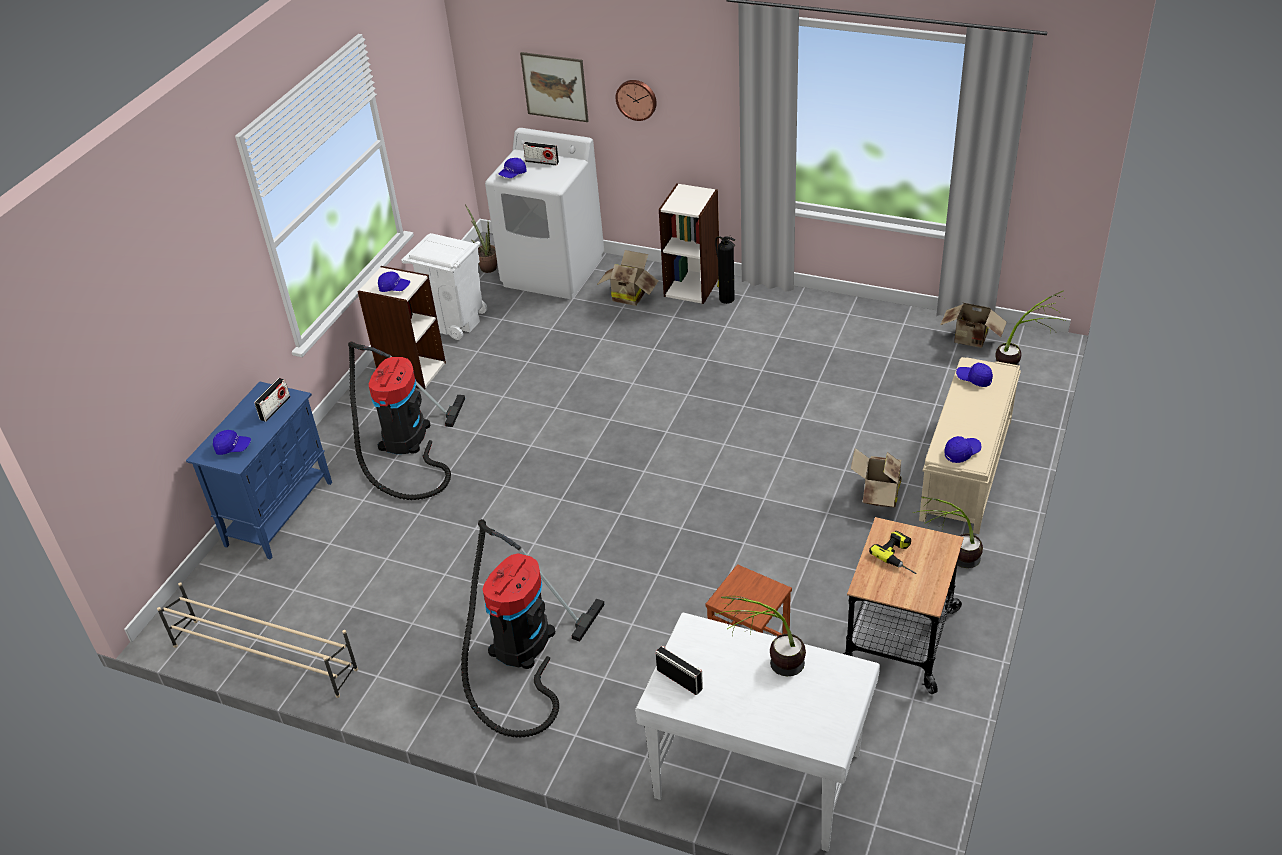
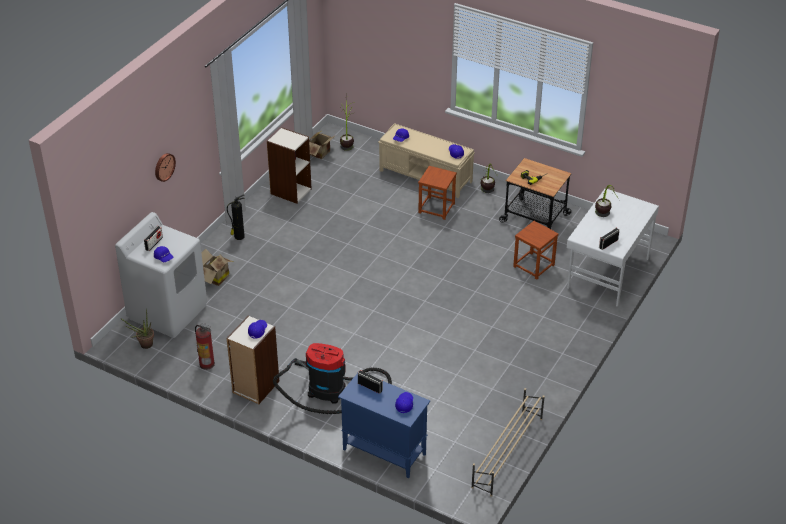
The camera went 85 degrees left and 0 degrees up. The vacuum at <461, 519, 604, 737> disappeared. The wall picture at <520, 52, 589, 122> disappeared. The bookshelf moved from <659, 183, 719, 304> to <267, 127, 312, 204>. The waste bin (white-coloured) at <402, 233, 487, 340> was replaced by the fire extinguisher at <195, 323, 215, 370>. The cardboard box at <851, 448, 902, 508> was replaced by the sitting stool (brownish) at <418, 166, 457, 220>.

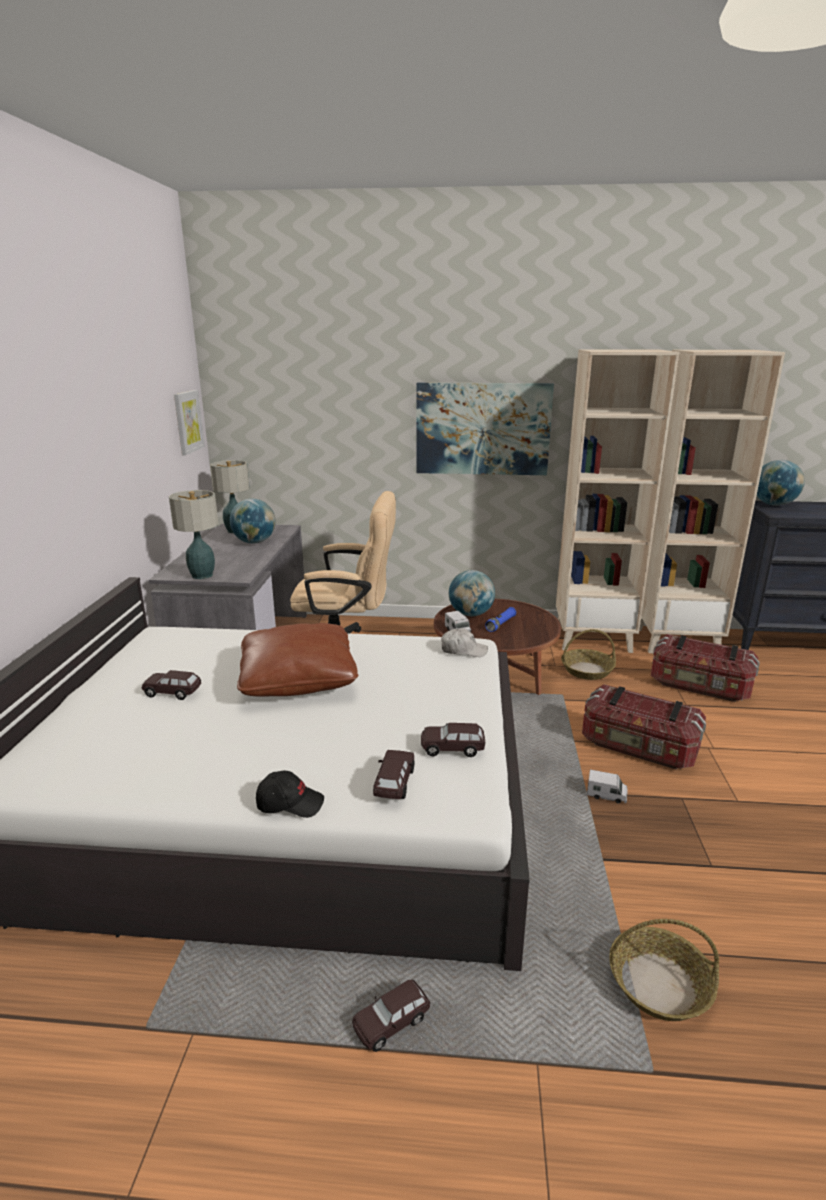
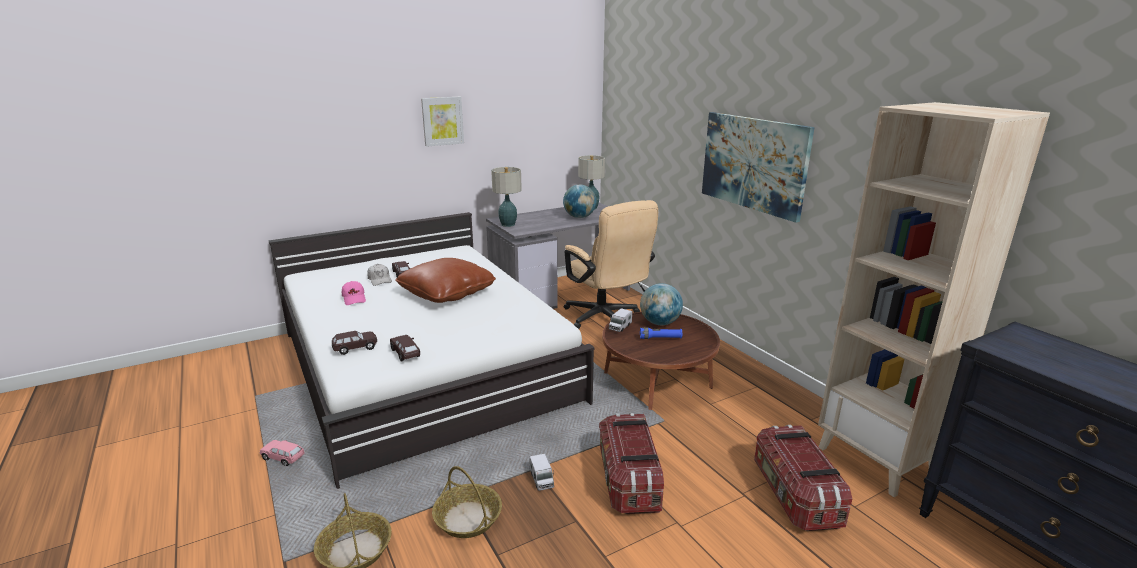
The camera went 55 degrees right and 0 degrees up. The baseball cap (blackish) at <256, 771, 324, 818> disappeared. The bookshelf (beige) at <556, 349, 679, 653> disappeared. The globe at <757, 460, 805, 506> disappeared. The baseball cap (pink-coloured) at <342, 281, 366, 305> appeared. The wall picture moved from <174, 390, 205, 455> to <421, 97, 464, 147>. The baseball cap (white-coloured) moved from <441, 628, 488, 657> to <367, 264, 392, 286>. The basket moved from <561, 629, 616, 680> to <432, 466, 502, 538>. The miniature car (brownish) at <352, 980, 430, 1052> became the miniature car (pink-coloured) at <260, 440, 305, 466>.

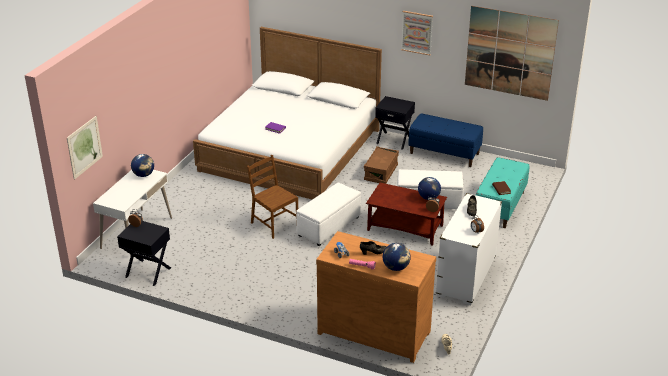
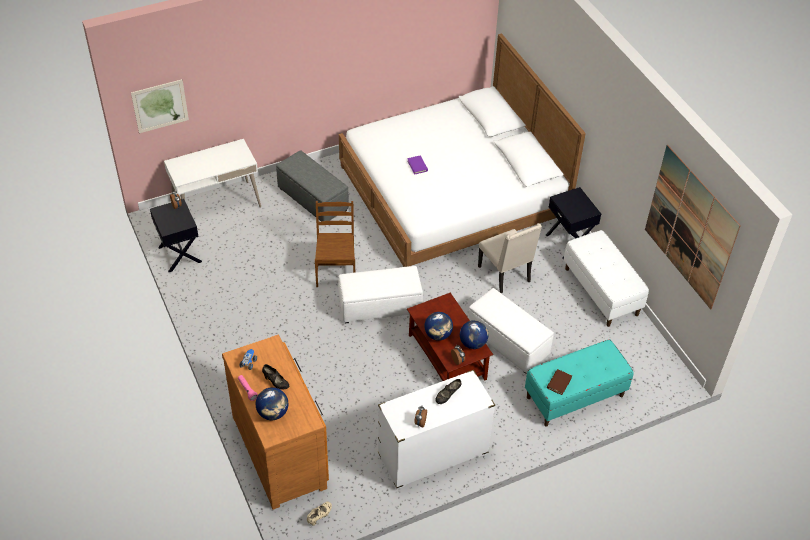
The camera went 40 degrees right and 15 degrees up. The wall picture at <401, 11, 433, 55> disappeared. The footrest (greyish) at <276, 150, 349, 222> appeared. The globe moved from <131, 154, 154, 177> to <424, 312, 453, 341>. The storage container (brownish) at <364, 146, 399, 184> was replaced by the upright chair (beige) at <478, 223, 542, 293>. The bench (blue) at <408, 114, 483, 167> became the bench (white-coloured) at <564, 230, 649, 327>.

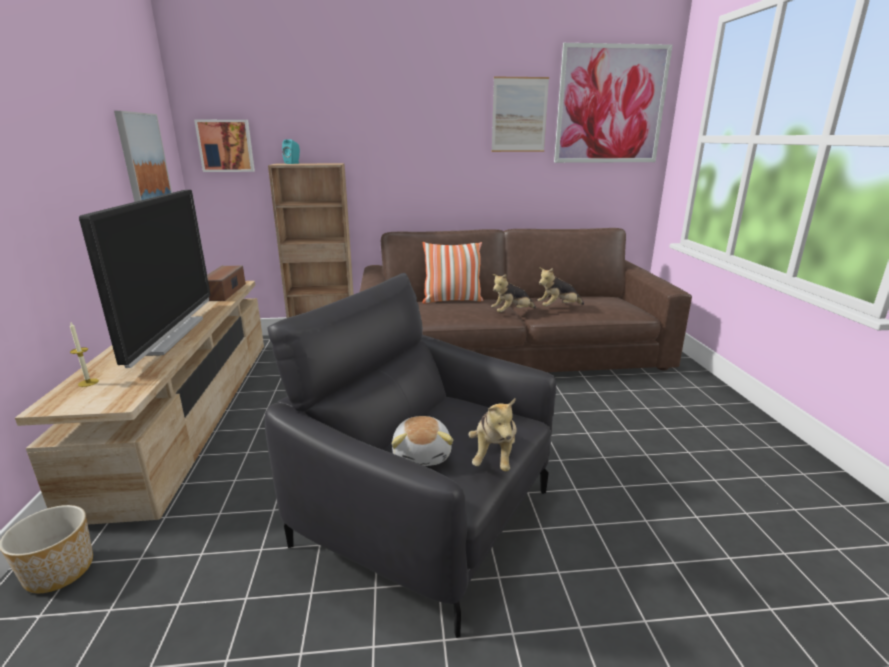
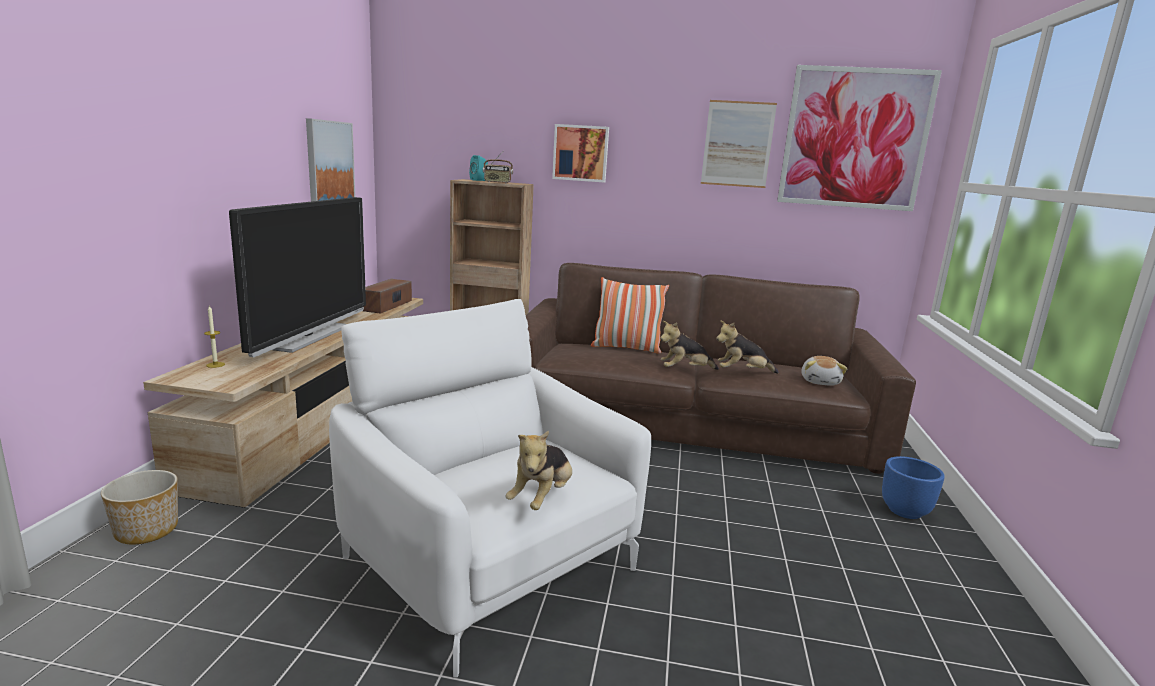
The camera went 15 degrees right and 5 degrees down. The radio set at <483, 151, 513, 183> appeared. The flower pot (blue) at <882, 456, 945, 519> appeared. The wall picture moved from <194, 120, 255, 172> to <552, 124, 609, 183>. The soft toy moved from <392, 416, 454, 466> to <802, 356, 847, 386>. The lounge chair (blackish) at <265, 273, 556, 638> became the lounge chair (white-coloured) at <329, 299, 651, 677>.

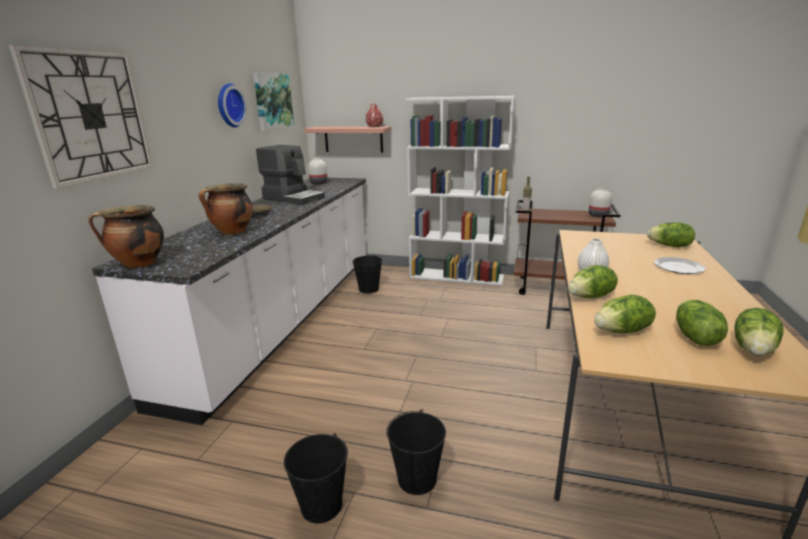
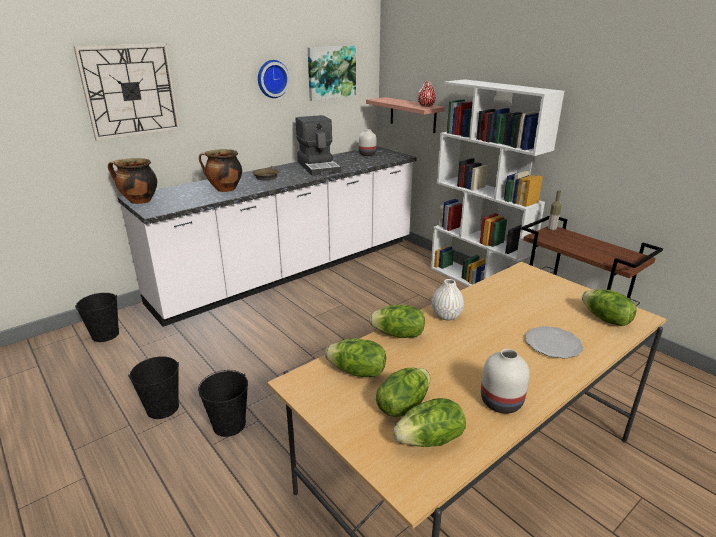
The camera went 35 degrees right and 5 degrees up. The bucket (blackish) moved from <353, 254, 382, 293> to <75, 293, 119, 342>. The decorative vase (white-coloured) moved from <589, 187, 612, 218> to <481, 349, 530, 414>.

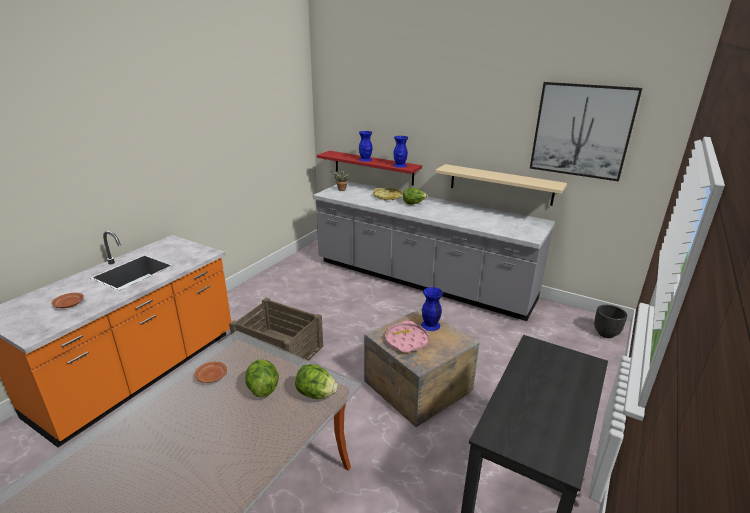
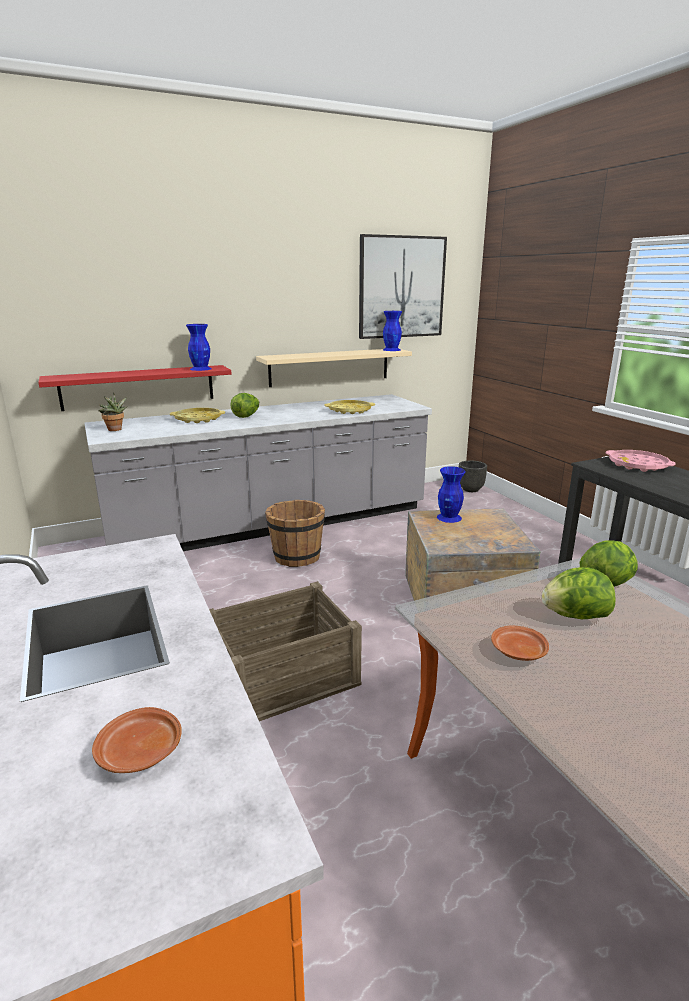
The camera went 55 degrees left and 5 degrees down. The bucket (brownish) at <265, 500, 325, 567> appeared. The carrying tray (yellow) at <324, 400, 375, 414> appeared. The decorative vase (blue) moved from <359, 131, 373, 162> to <383, 311, 402, 351>. The carrying tray (pink-coloured) moved from <385, 321, 429, 352> to <606, 450, 676, 472>.

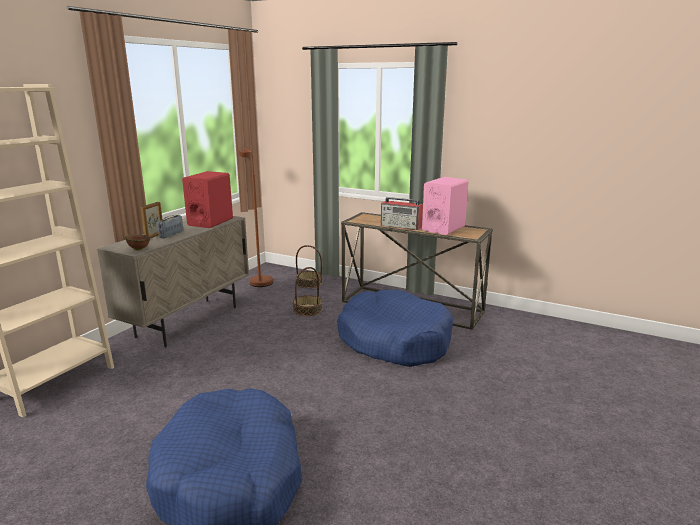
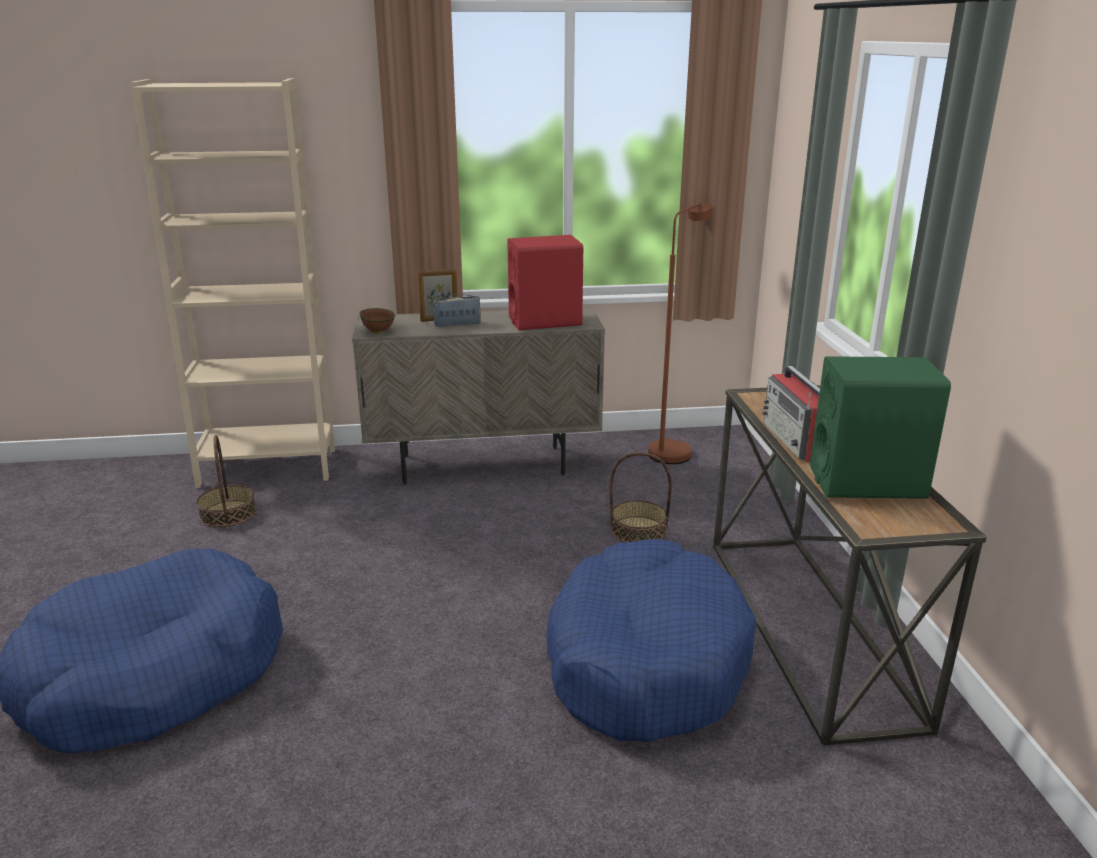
The camera went 55 degrees right and 5 degrees up. The basket moved from <296, 245, 322, 288> to <196, 435, 256, 528>. The loudspeaker (pink-coloured) at <422, 177, 468, 235> became the loudspeaker (green) at <810, 356, 951, 499>.

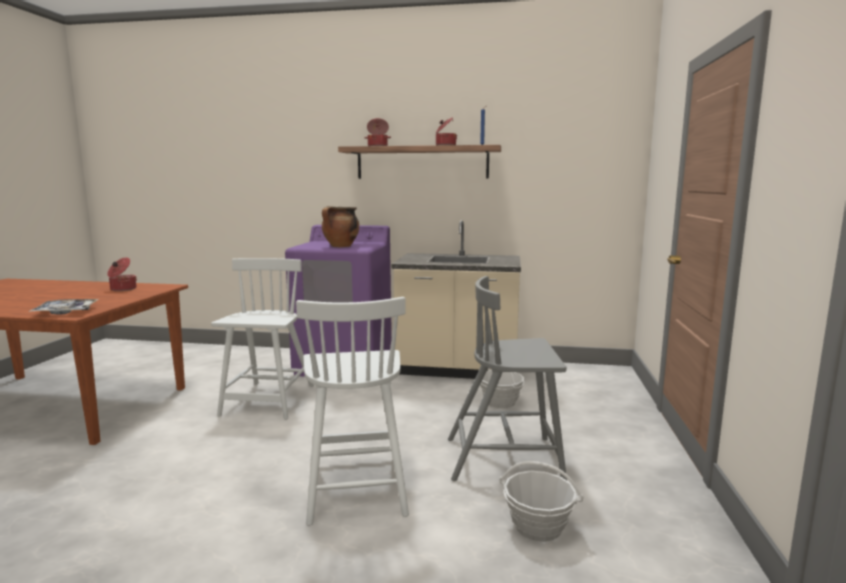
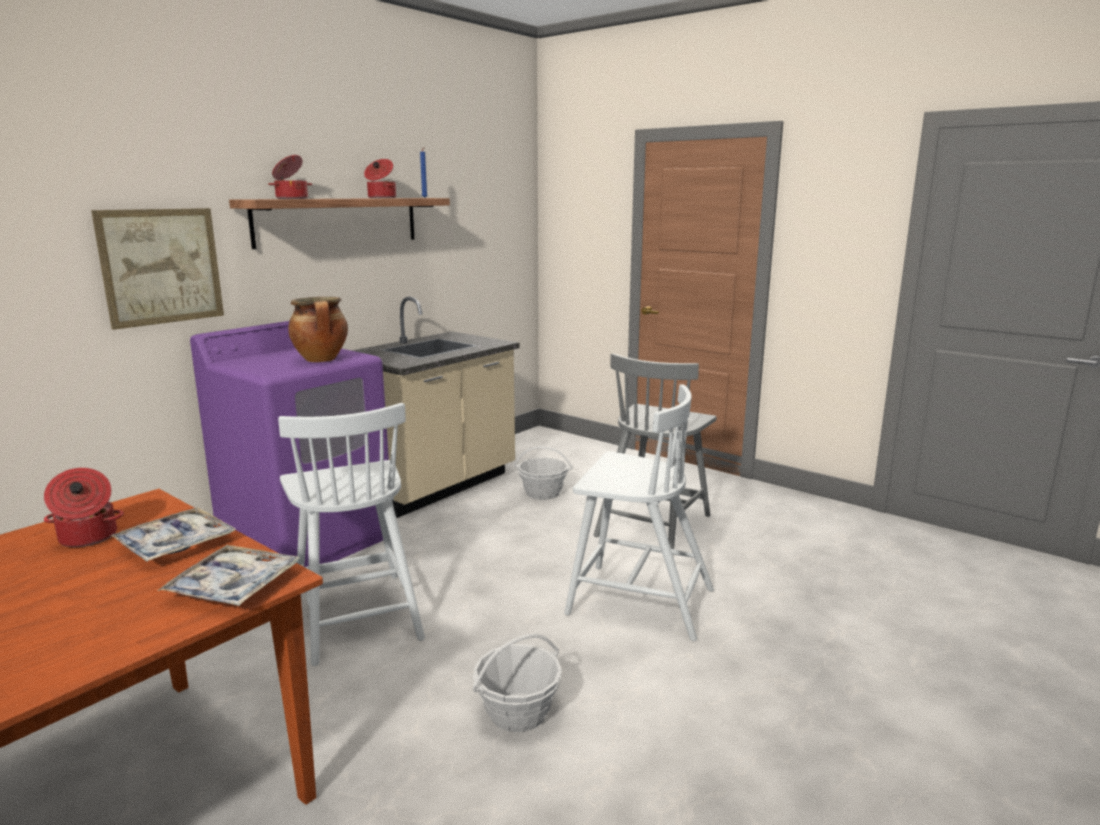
The camera went 60 degrees left and 5 degrees up. The wall picture at <91, 208, 224, 330> appeared. The carrying tray at <111, 507, 235, 562> appeared. The basket moved from <499, 461, 584, 542> to <473, 633, 562, 732>. The upright chair (white-coloured) at <211, 258, 314, 420> turned 150 degrees counterclockwise.

